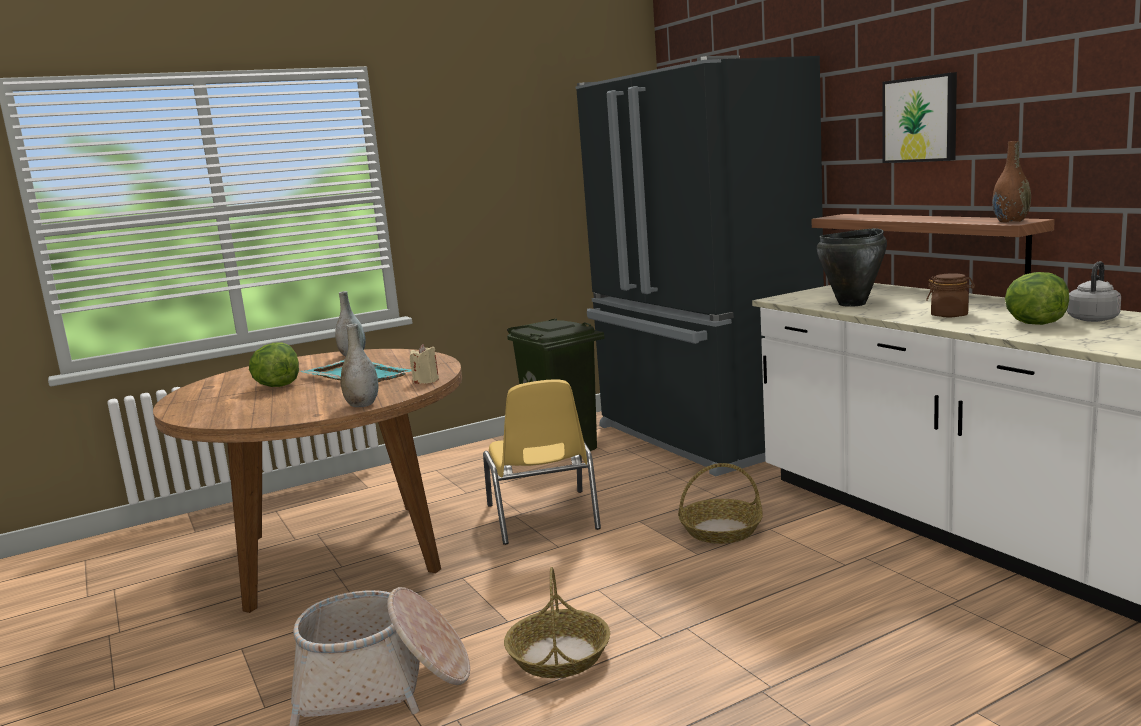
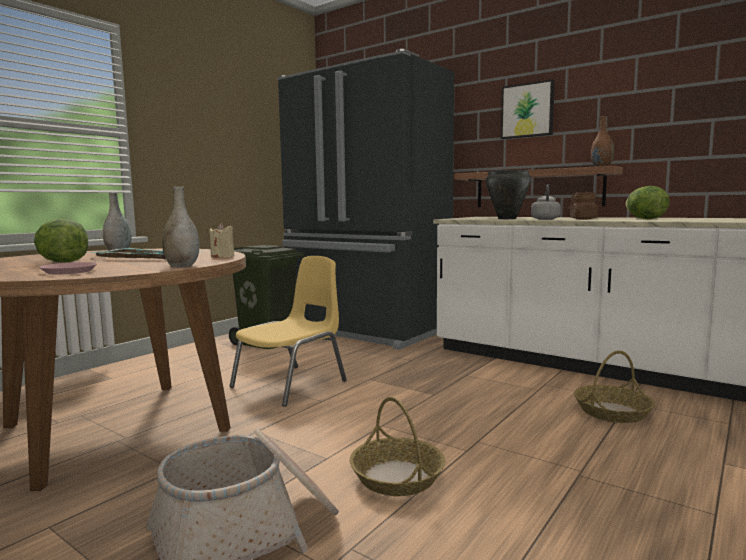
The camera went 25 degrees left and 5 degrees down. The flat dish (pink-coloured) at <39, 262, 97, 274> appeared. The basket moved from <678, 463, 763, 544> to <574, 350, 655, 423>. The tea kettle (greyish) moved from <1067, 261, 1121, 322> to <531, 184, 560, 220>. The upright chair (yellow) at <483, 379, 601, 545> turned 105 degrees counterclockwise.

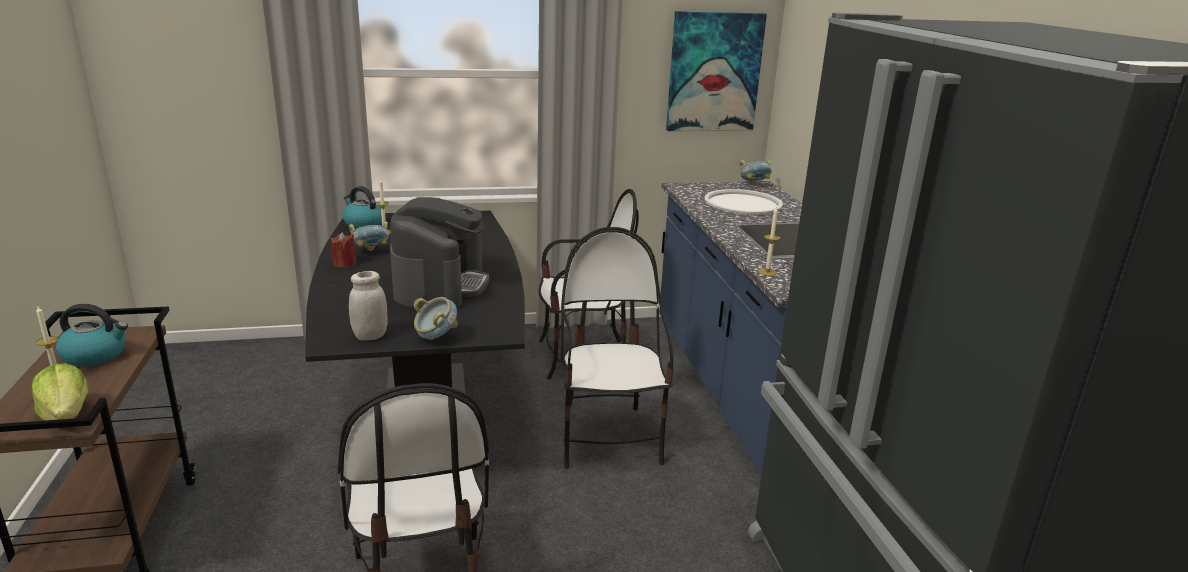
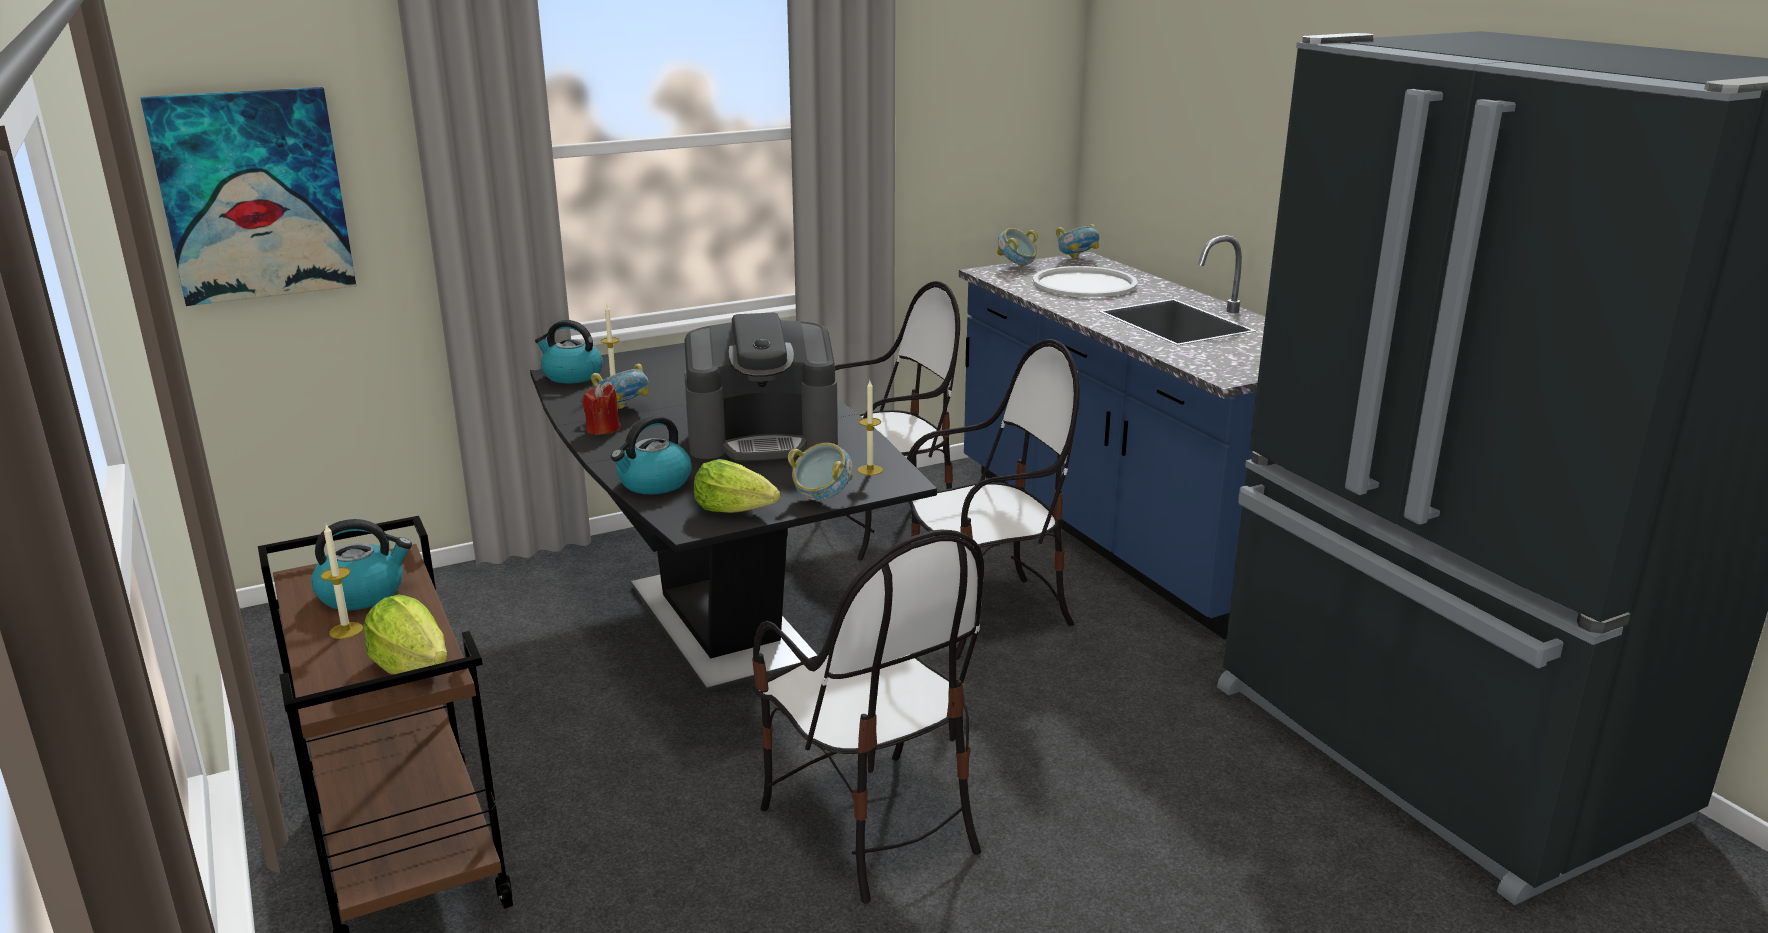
The camera went 15 degrees left and 0 degrees up. The tea kettle at <611, 415, 691, 494> appeared. The bowl at <997, 228, 1038, 268> appeared. The wall picture moved from <666, 11, 767, 131> to <140, 87, 356, 306>. The wax light moved from <758, 206, 780, 276> to <857, 381, 883, 476>. The jar (white-coloured) at <349, 271, 387, 341> was replaced by the head of lettuce at <694, 459, 780, 513>. The coffee machine at <390, 197, 489, 308> turned 90 degrees clockwise. The upright chair at <561, 227, 674, 469> turned 90 degrees clockwise.

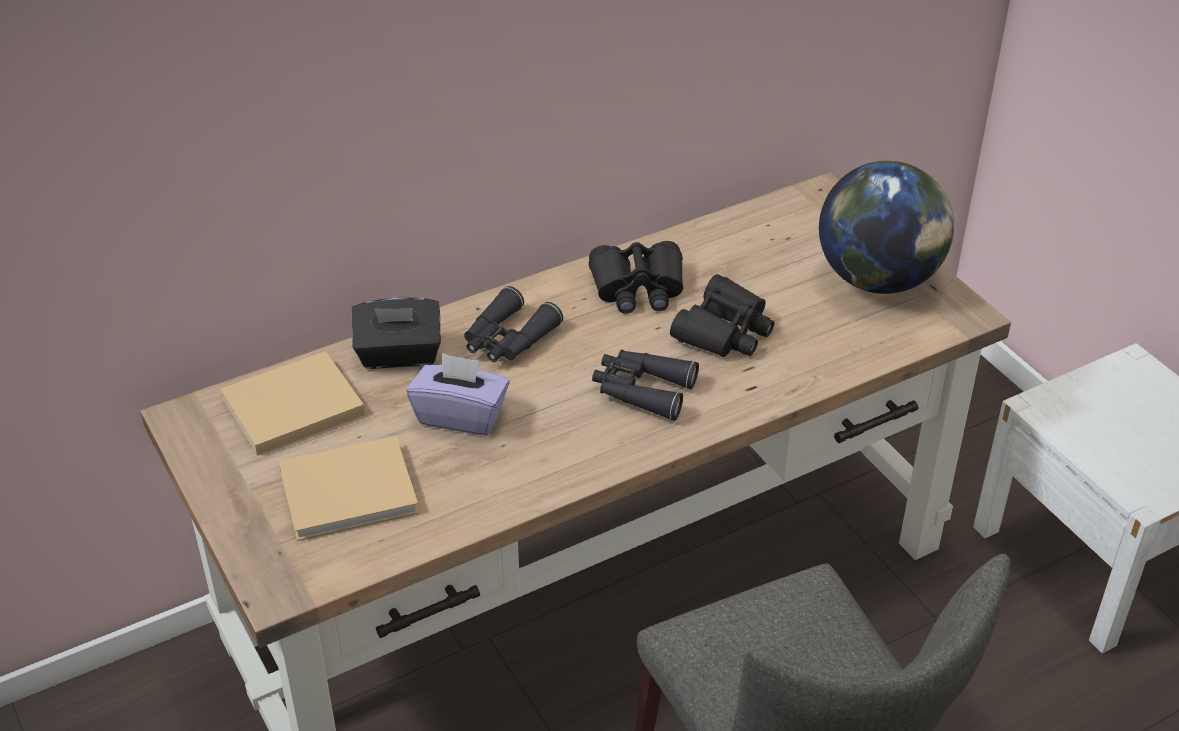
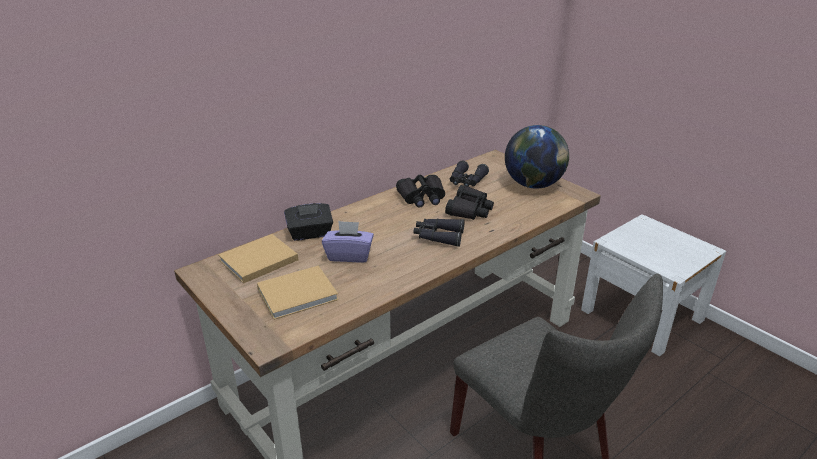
The camera went 10 degrees left and 10 degrees down. The binoculars (blackish) moved from <464, 286, 563, 362> to <450, 160, 489, 186>.

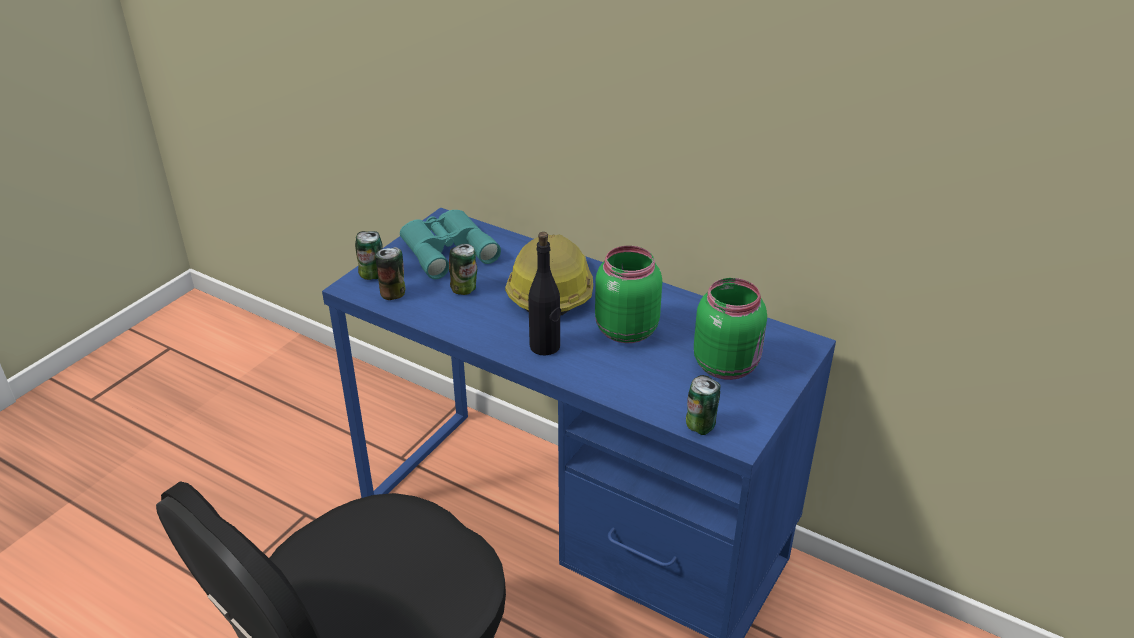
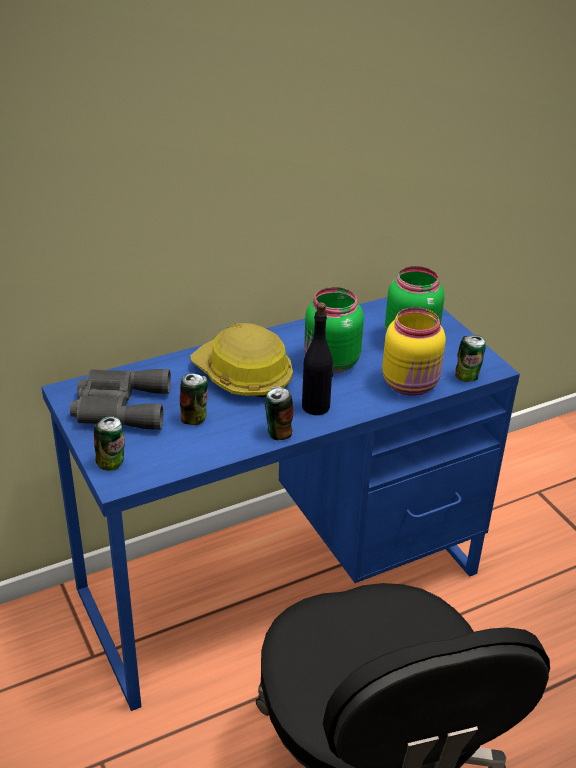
The camera went 60 degrees left and 0 degrees up. The jar (yellow) at <382, 307, 446, 395> appeared. The sealed can moved from <375, 247, 405, 300> to <265, 386, 293, 440>. The binoculars (turquoise) at <400, 210, 501, 279> became the binoculars (greyish) at <70, 369, 171, 430>.

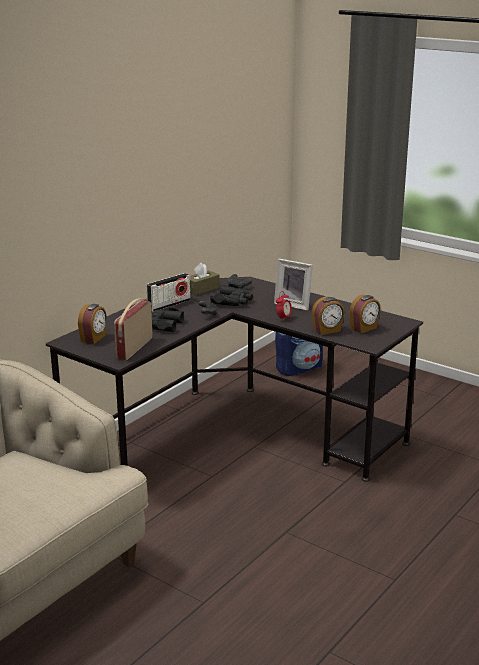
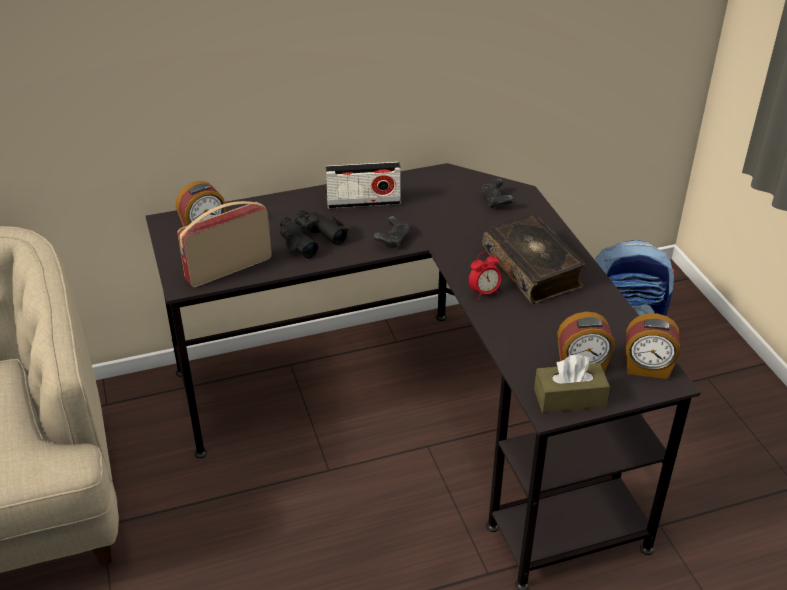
The camera went 35 degrees right and 15 degrees up. The binoculars (blackish) at <210, 283, 253, 306> disappeared. The box of tissues (brownish) moved from <190, 263, 220, 295> to <534, 354, 610, 413>. The alarm clock moved from <312, 296, 345, 335> to <626, 313, 680, 379>. The photo frame at <274, 259, 313, 311> was replaced by the volume at <482, 214, 585, 304>.

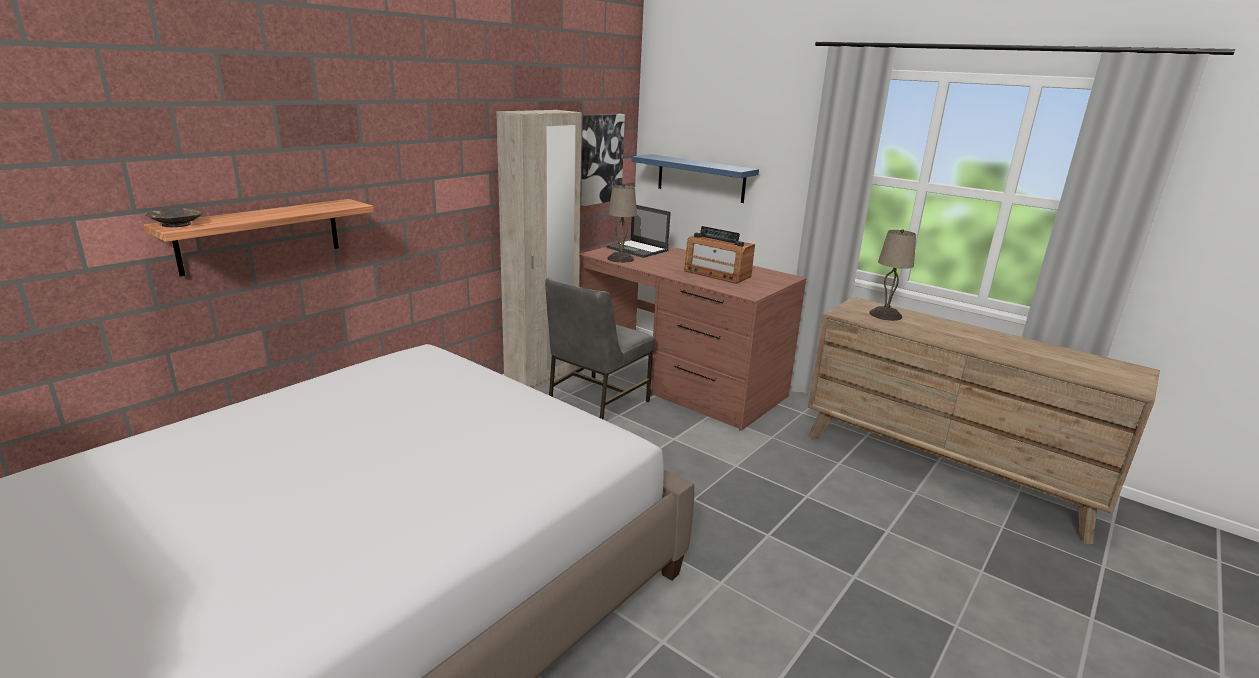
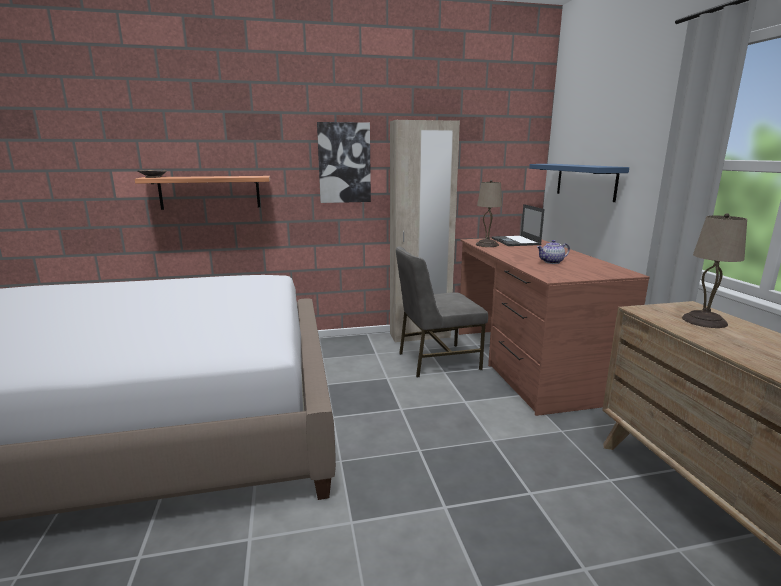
The camera went 40 degrees right and 5 degrees down. The wall picture moved from <581, 114, 625, 206> to <317, 122, 371, 203>. The radio set at <684, 226, 755, 284> was replaced by the tea pot at <537, 240, 570, 264>.

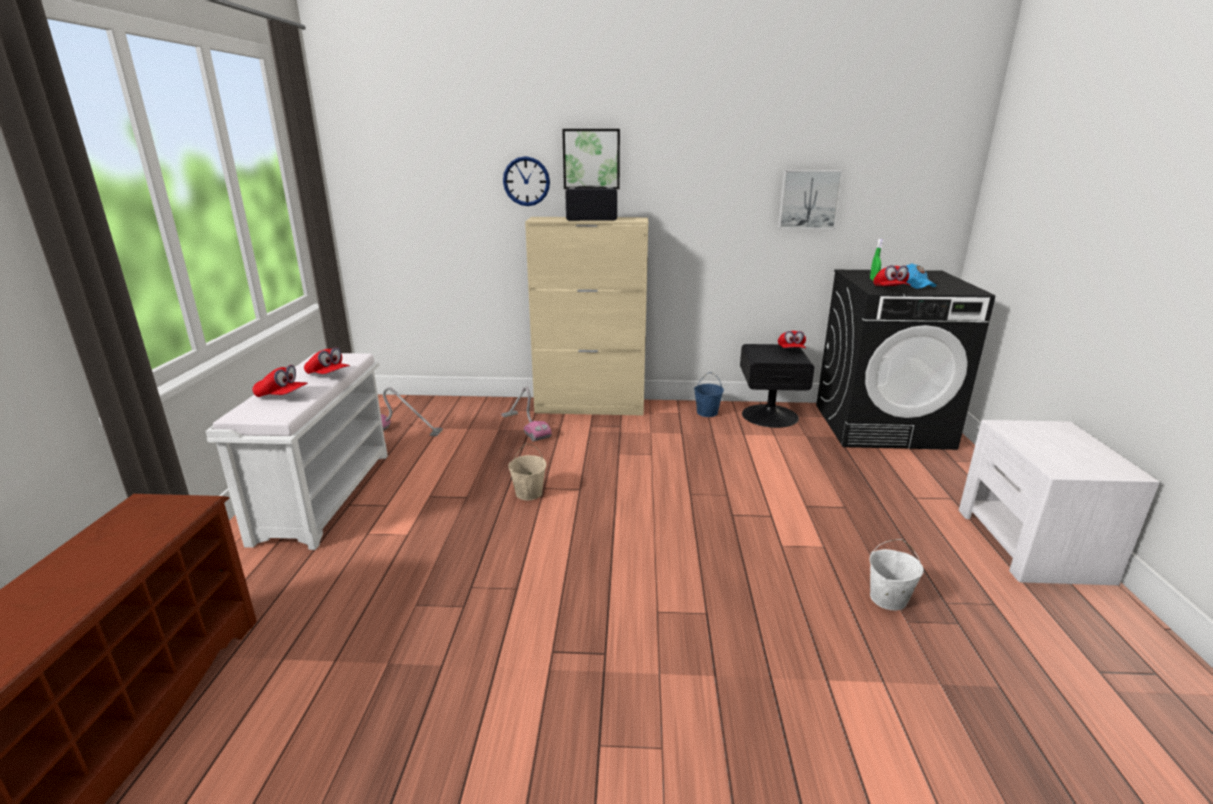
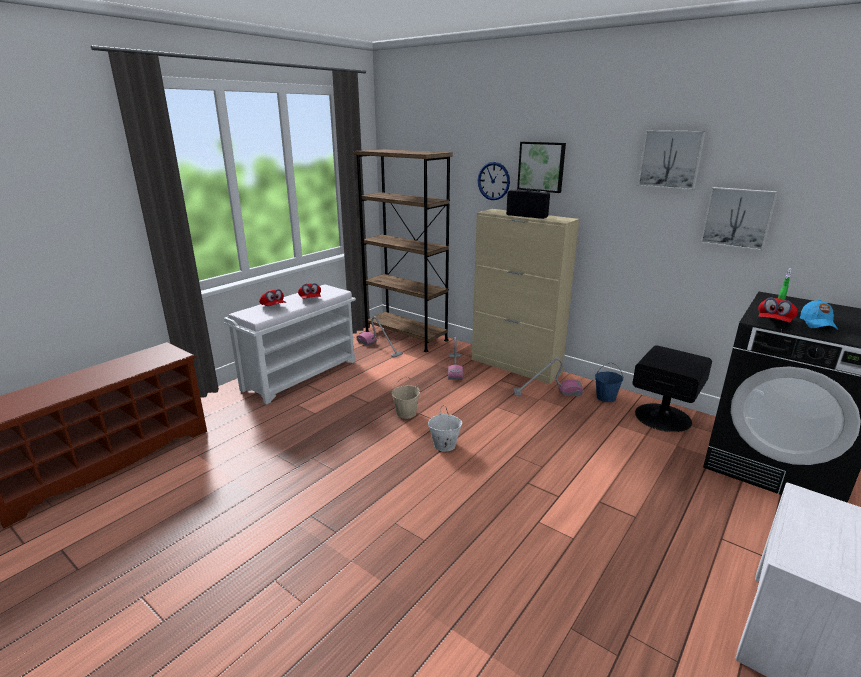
The camera went 35 degrees right and 0 degrees up. The baseball cap (red) at <778, 331, 806, 348> disappeared. The bookshelf (brownish) at <354, 149, 453, 352> appeared. The vacuum at <513, 358, 583, 397> appeared. The wall picture at <637, 130, 706, 190> appeared. The bucket (white-coloured) moved from <870, 539, 924, 610> to <428, 406, 462, 452>.

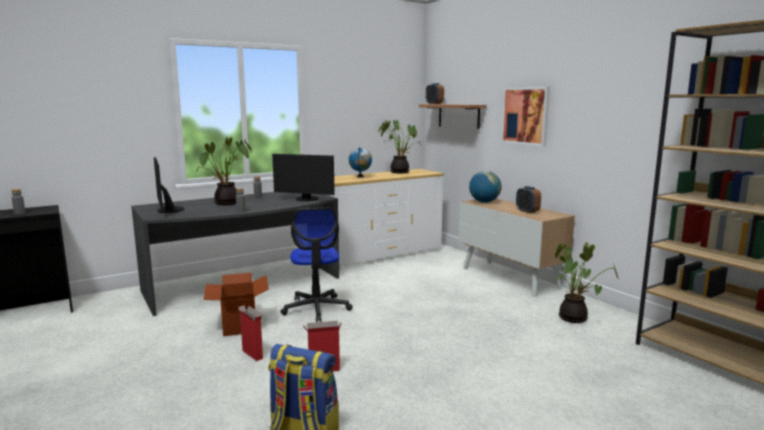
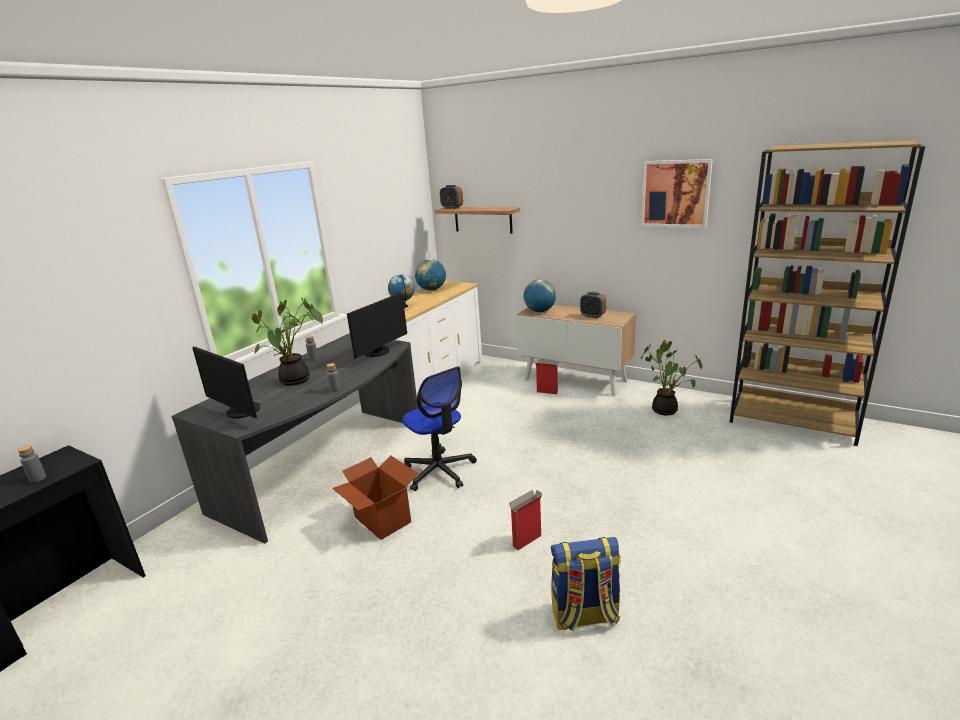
The camera went 25 degrees left and 10 degrees up. The cardboard box moved from <238, 305, 263, 361> to <534, 360, 558, 394>. The wall picture moved from <501, 86, 550, 147> to <641, 159, 713, 228>. The potted plant at <378, 120, 421, 173> was replaced by the globe at <415, 259, 446, 291>. The monitor at <272, 154, 335, 201> turned 45 degrees counterclockwise.

